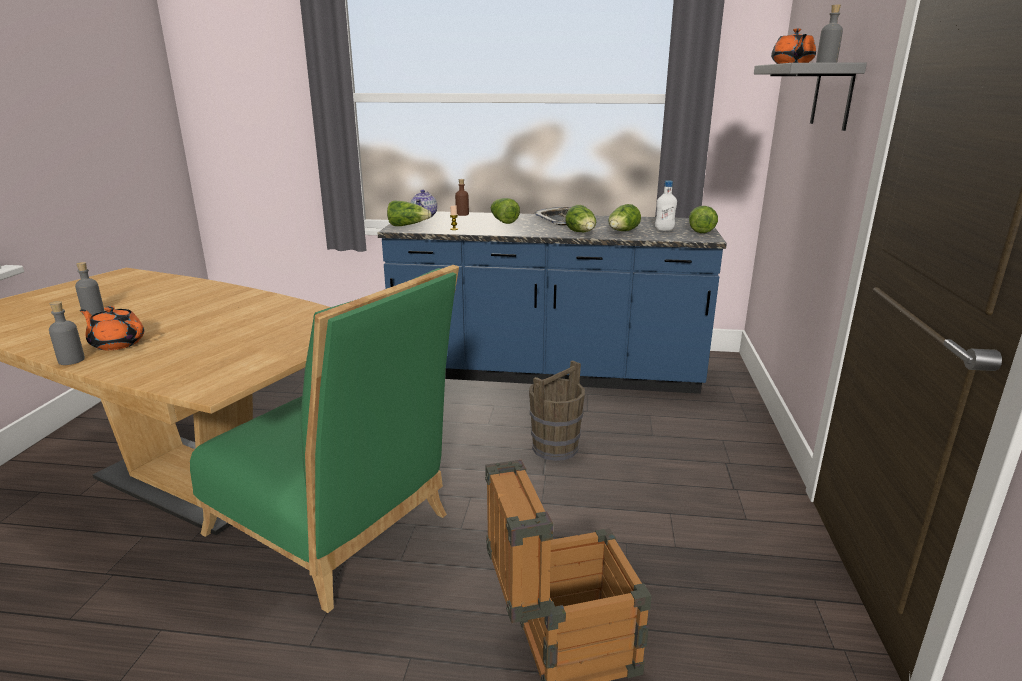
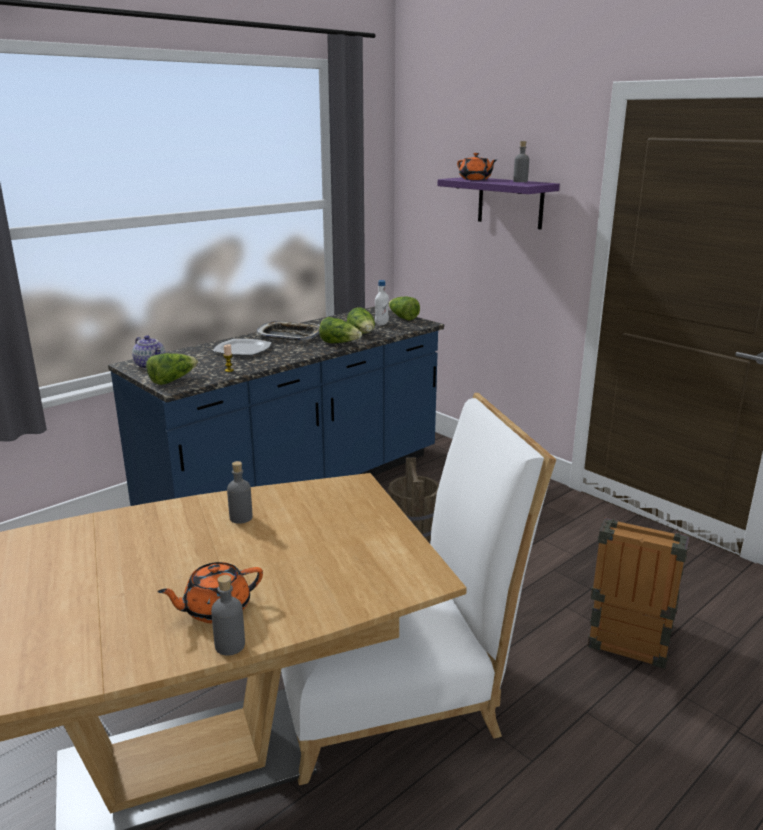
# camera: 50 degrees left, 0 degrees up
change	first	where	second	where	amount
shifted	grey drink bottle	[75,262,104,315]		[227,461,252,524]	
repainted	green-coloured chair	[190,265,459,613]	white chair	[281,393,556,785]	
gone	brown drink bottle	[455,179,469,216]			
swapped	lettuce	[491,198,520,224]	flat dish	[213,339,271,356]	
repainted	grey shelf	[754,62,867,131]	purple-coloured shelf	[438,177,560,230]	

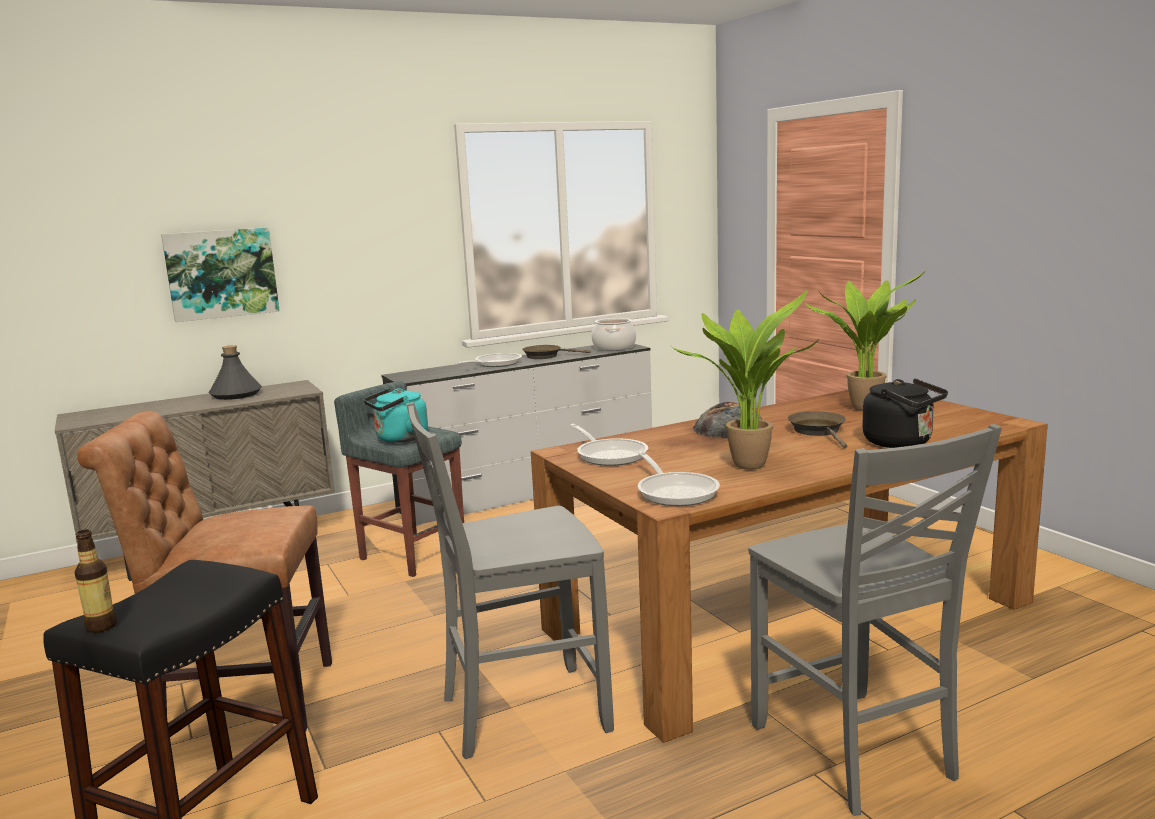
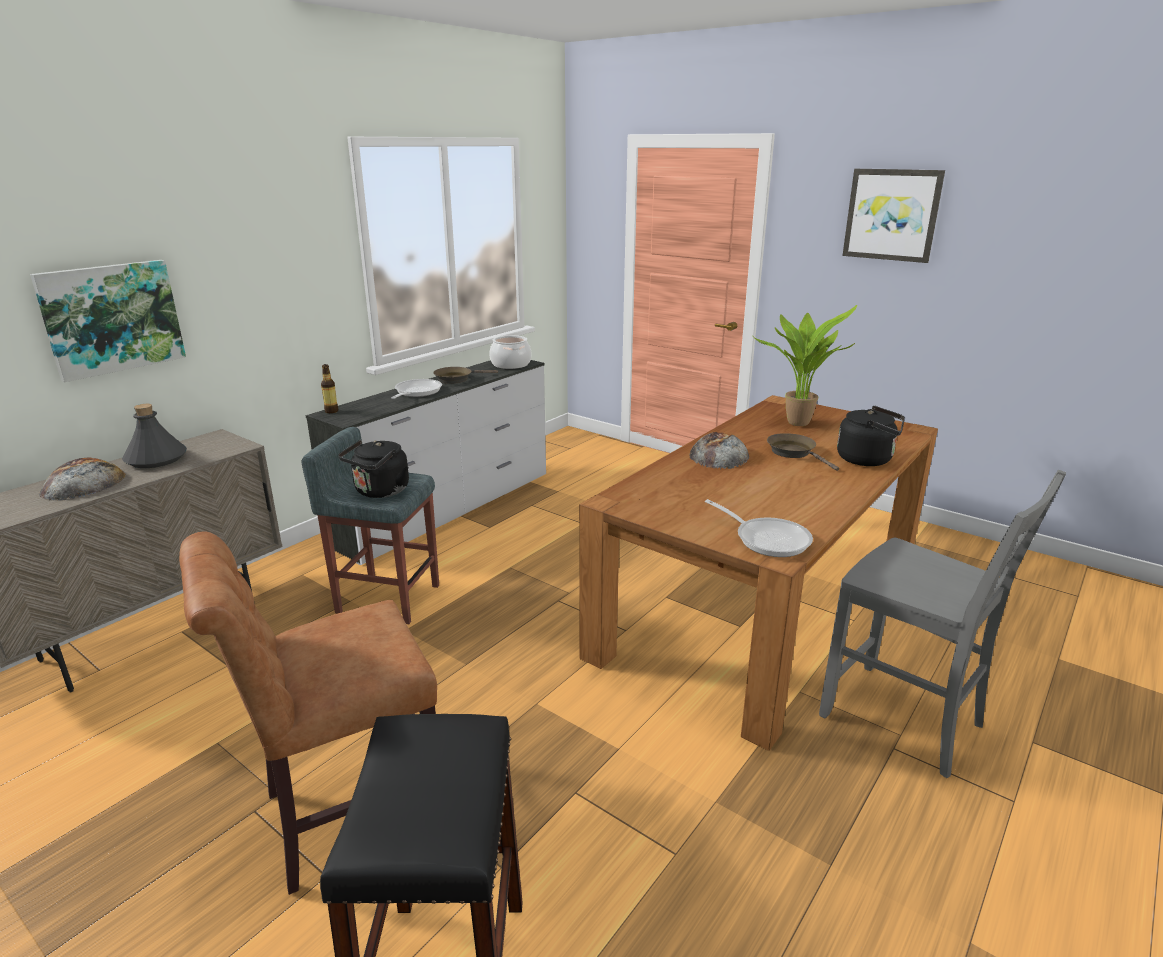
# camera: 25 degrees left, 10 degrees up
change	first	where	second	where	amount
shifted	drink bottle	[75,530,117,633]		[321,364,338,413]	
repainted	turquoise water kettle	[363,388,428,443]	black-coloured water kettle	[338,440,409,498]	
gone	grey chair	[406,402,614,759]			
gone	skillet	[570,424,648,466]			
gone	potted plant	[671,290,819,470]			
new			baked bread	[39,458,126,501]	
new			wall art	[842,169,945,263]	

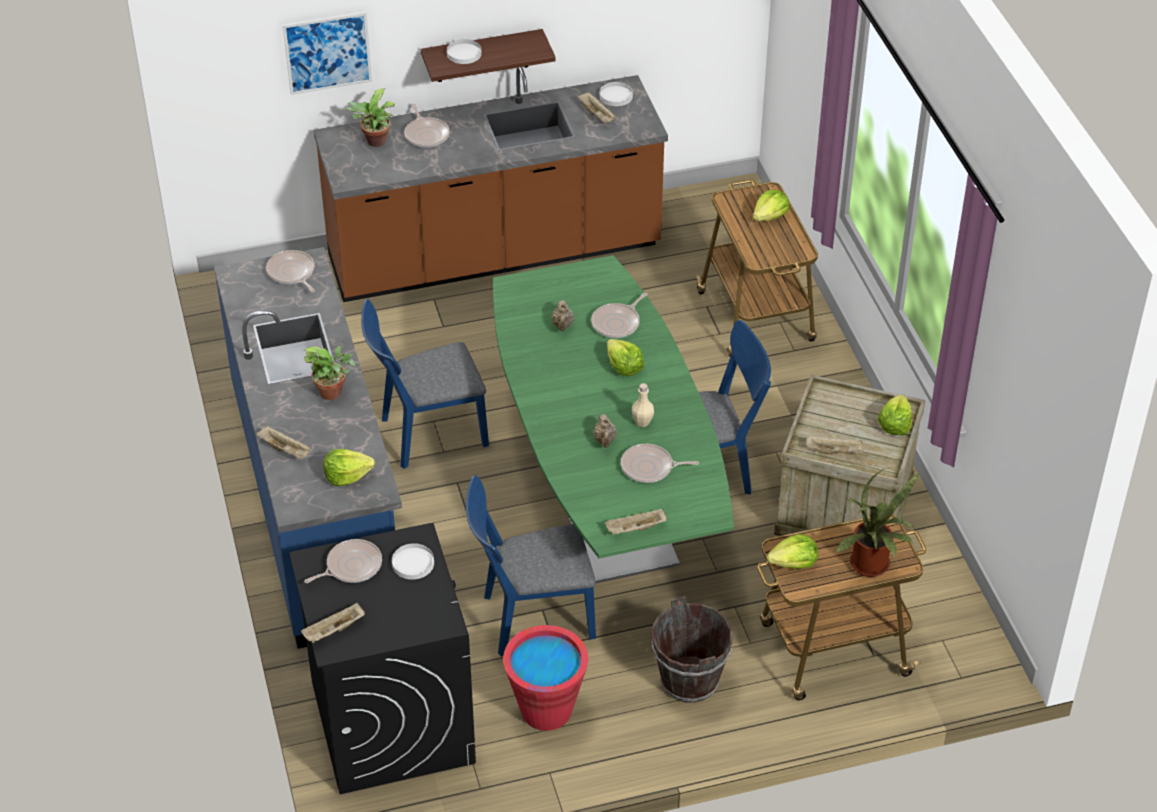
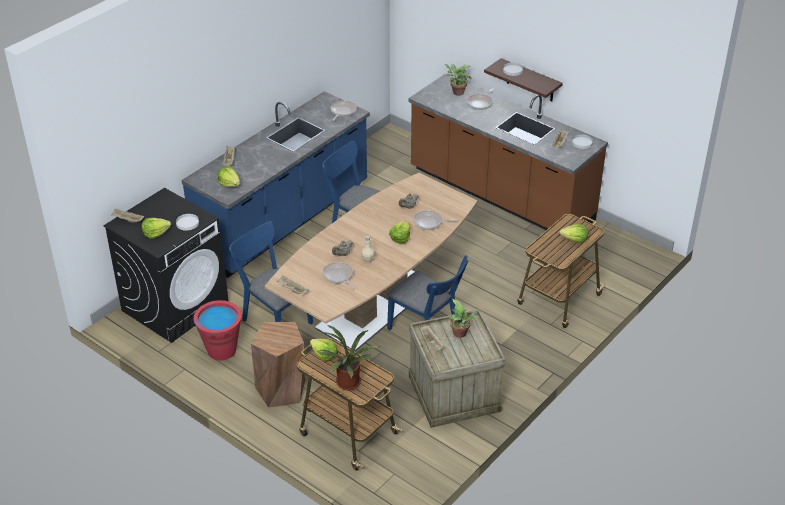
# camera: 55 degrees right, 5 degrees down
change	first	where	second	where	amount
gone	wall art	[283,12,372,95]			
shifted	potted plant	[303,346,355,400]		[449,299,478,338]	
gone	skillet	[304,539,382,583]			
repainted	green-coloured dining table	[493,255,734,583]	brown dining table	[265,173,478,352]	
swapped	brown bucket	[652,596,733,703]	brown stool	[251,322,305,408]	
shifted	lettuce	[878,394,912,435]		[141,218,171,239]	

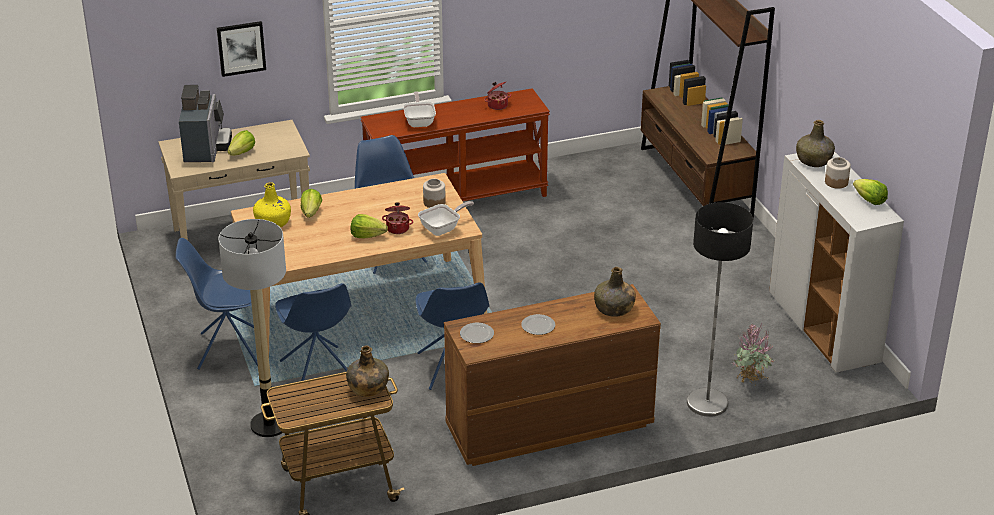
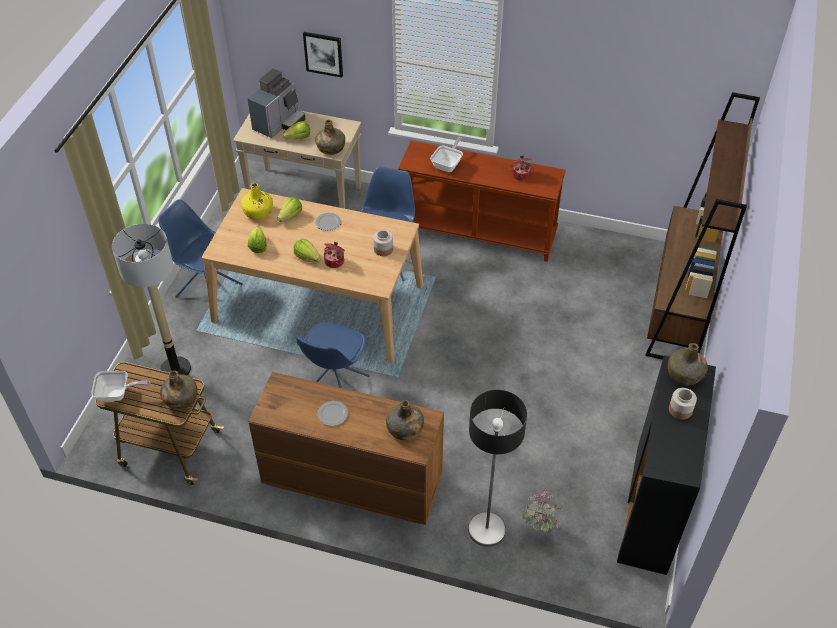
# camera: 35 degrees right, 15 degrees up
change	first	where	second	where	amount
gone	blue-coloured chair	[275,283,351,381]			
shifted	skillet	[418,201,474,236]		[91,371,151,401]	
shifted	flat dish	[460,323,494,343]		[315,213,341,231]	
repainted	white storage cabinet	[769,151,904,373]	black-coloured storage cabinet	[617,355,716,575]	
shifted	lettuce	[853,179,888,205]		[248,226,267,253]	
new			green-coloured drink bottle	[315,120,345,155]	

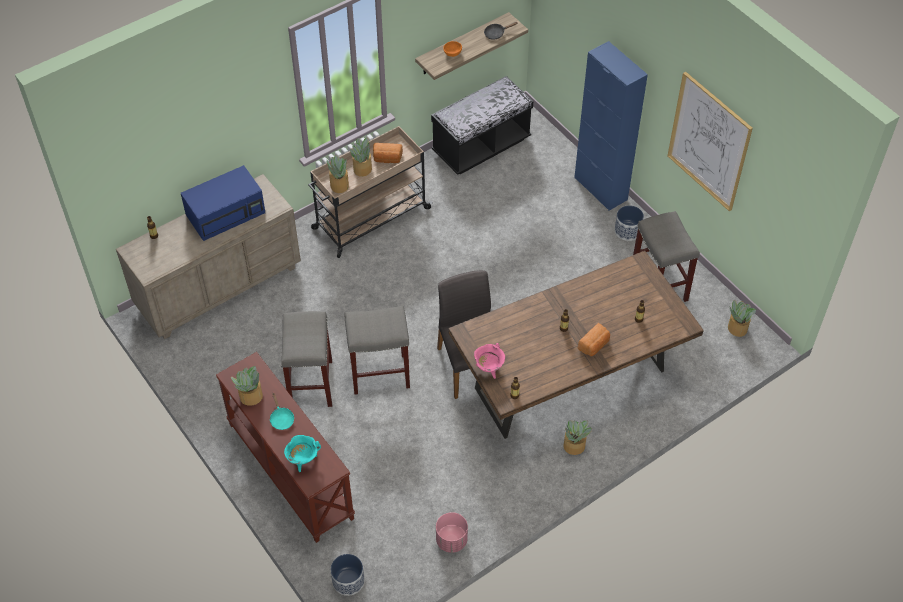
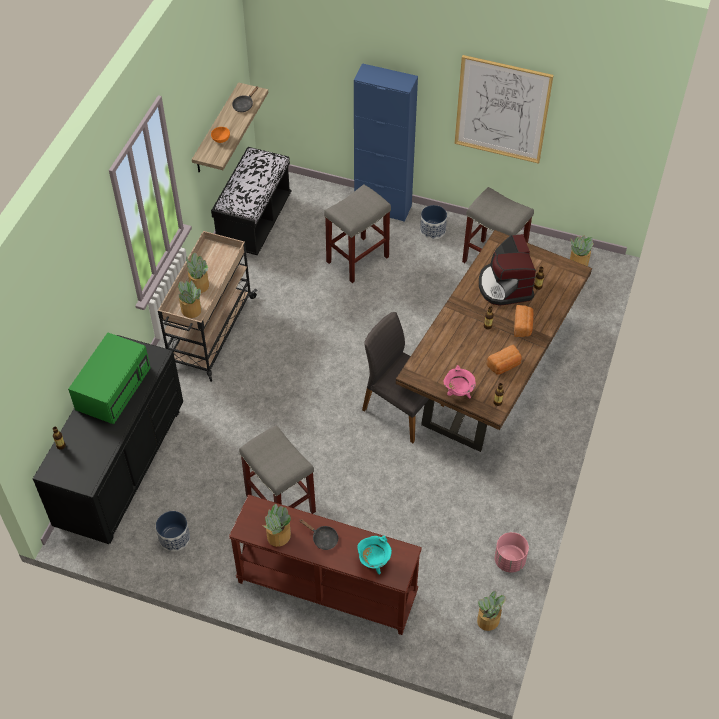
# camera: 35 degrees left, 0 degrees up
change	first	where	second	where	amount
repainted	beige chest of drawers	[116,174,301,339]	black-coloured chest of drawers	[33,335,183,544]	
repainted	blue-coloured microwave	[181,165,265,241]	green-coloured microwave	[68,333,151,424]	
repainted	turquoise skillet	[270,393,294,430]	black-coloured skillet	[300,519,339,550]	
shifted	flower pot	[330,554,364,596]		[156,511,190,552]	
shifted	grey stool	[345,306,410,395]		[324,184,391,283]	
shifted	baked bread	[373,143,403,163]		[487,344,522,375]	
shifted	potted plant	[563,420,592,455]		[477,590,506,631]	
new			coffee brewer	[479,234,536,306]	

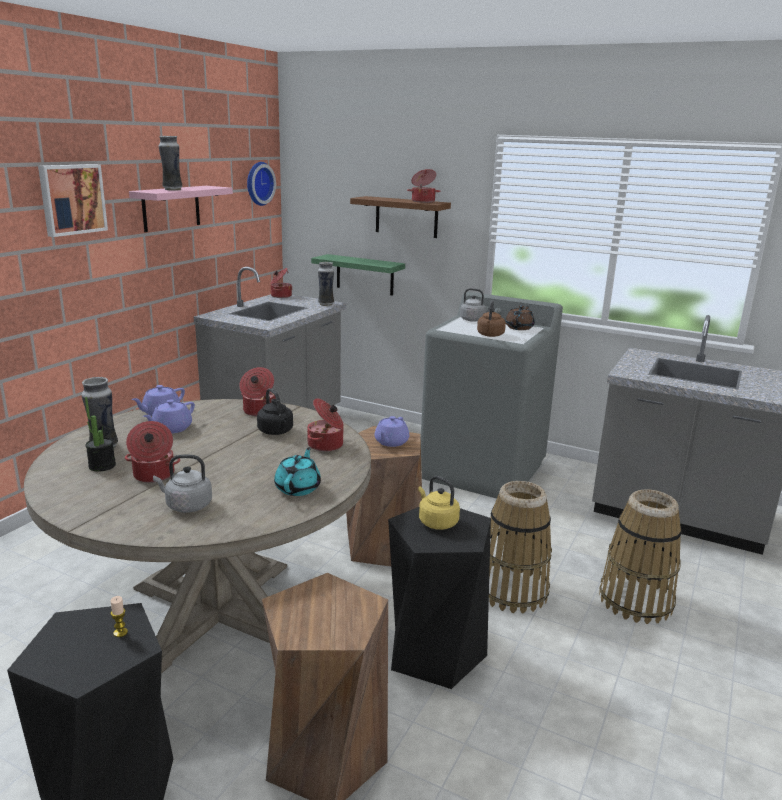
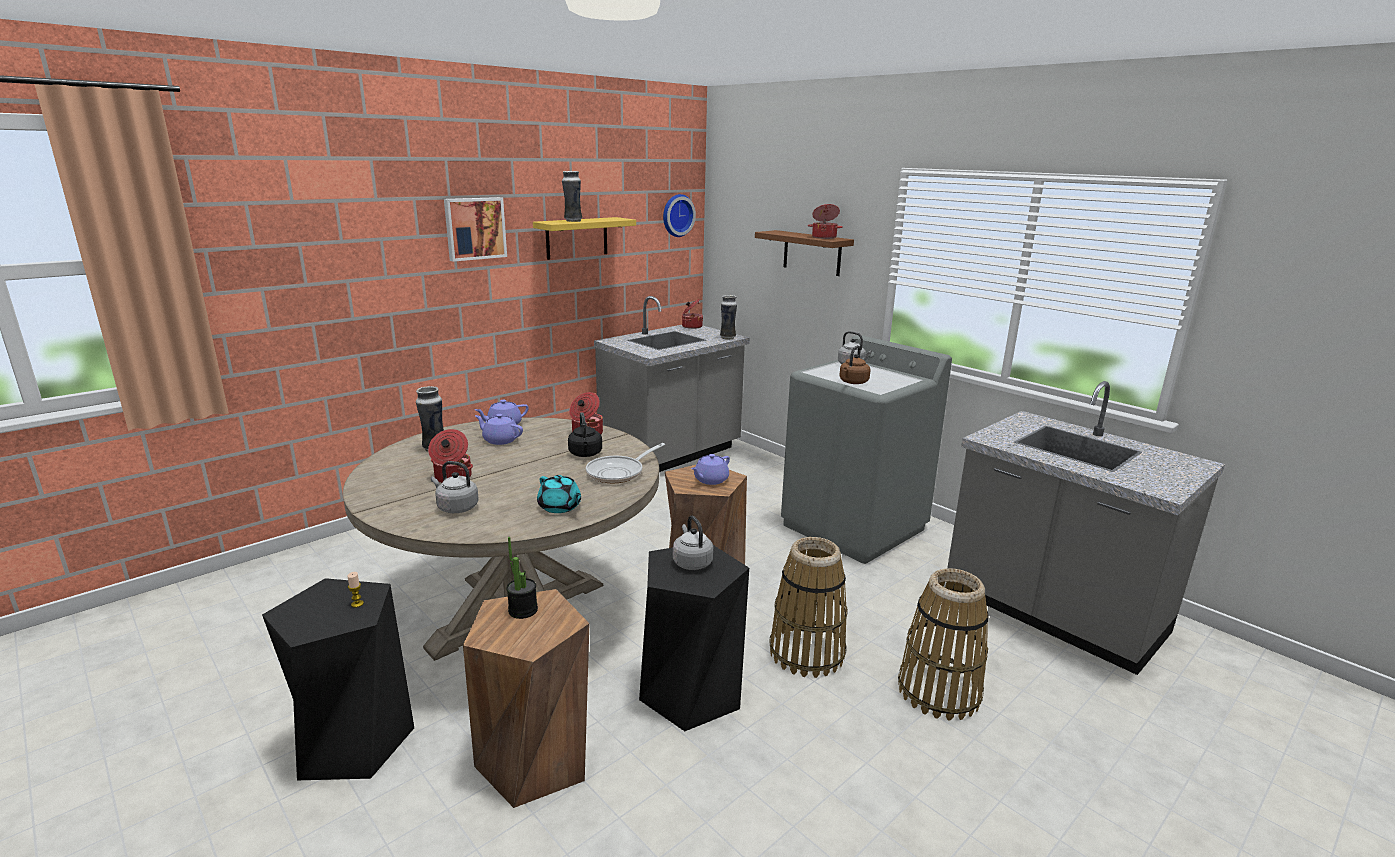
# camera: 20 degrees right, 0 degrees up
change	first	where	second	where	amount
shifted	potted plant	[85,397,116,472]		[506,537,538,619]	
repainted	pink shelf	[129,186,233,232]	yellow-coloured shelf	[533,217,636,260]	
rotated	purple-coloured pot for tea	[143,399,195,433]		[475,414,523,445]	60 degrees clockwise
rotated	turquoise pot for tea	[274,447,321,496]		[537,475,581,513]	105 degrees clockwise
swapped	stockpot	[307,398,343,452]	skillet	[586,443,665,483]	
gone	green-coloured shelf	[311,254,405,295]			
repainted	yellow-coloured water kettle	[418,476,460,530]	grey water kettle	[673,516,713,570]	
gone	brown pot for tea	[505,306,535,330]			

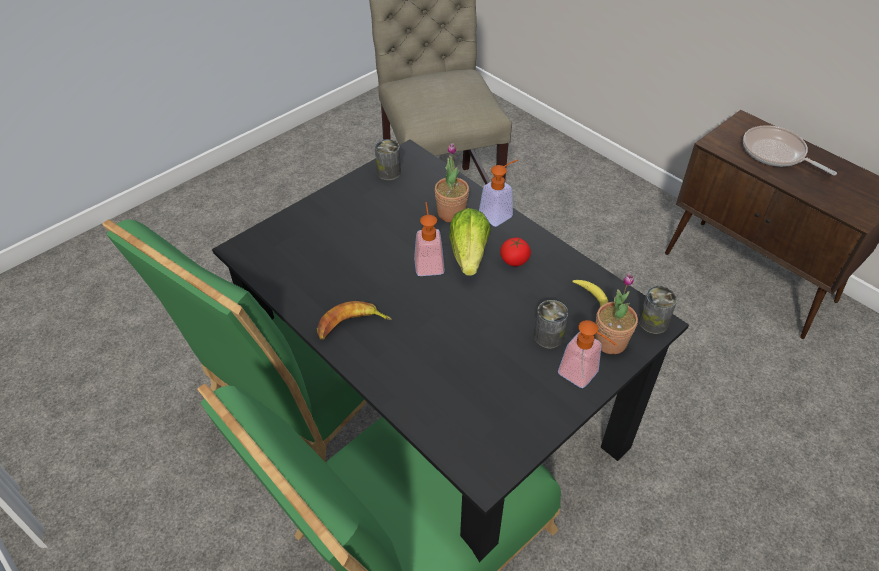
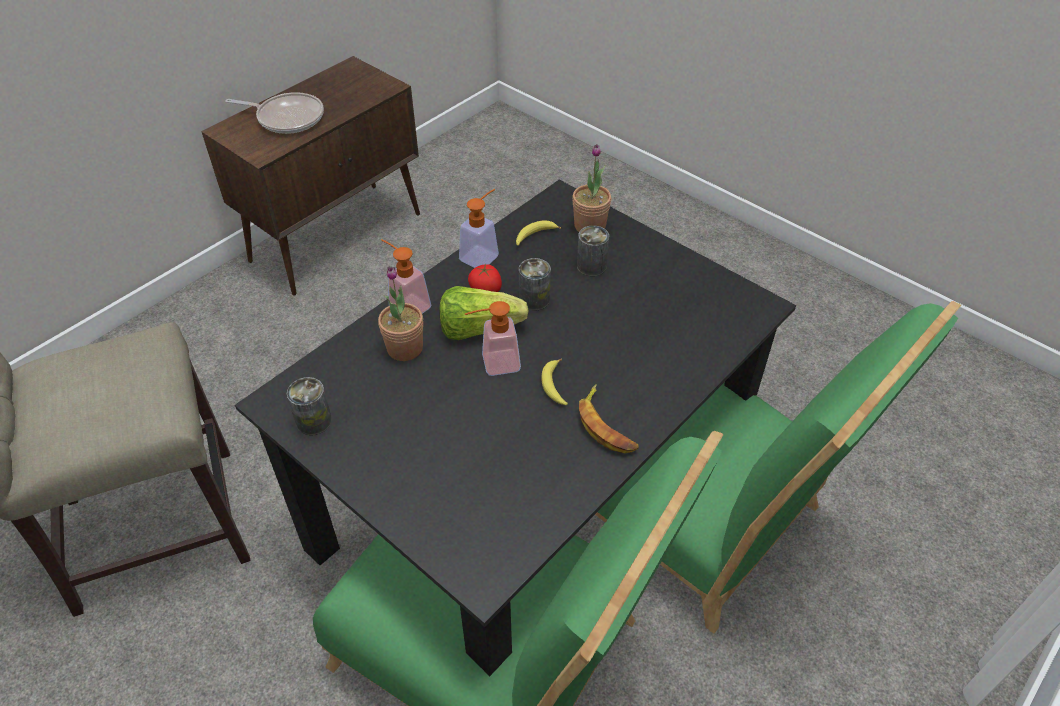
# camera: 95 degrees left, 0 degrees up
change	first	where	second	where	amount
shifted	soap dispenser	[558,320,617,388]		[459,189,499,268]	
shifted	sealed can	[639,286,677,334]		[519,258,551,311]	
rotated	skillet	[743,125,837,175]		[225,92,324,134]	120 degrees counterclockwise
new			banana	[541,359,568,405]	

